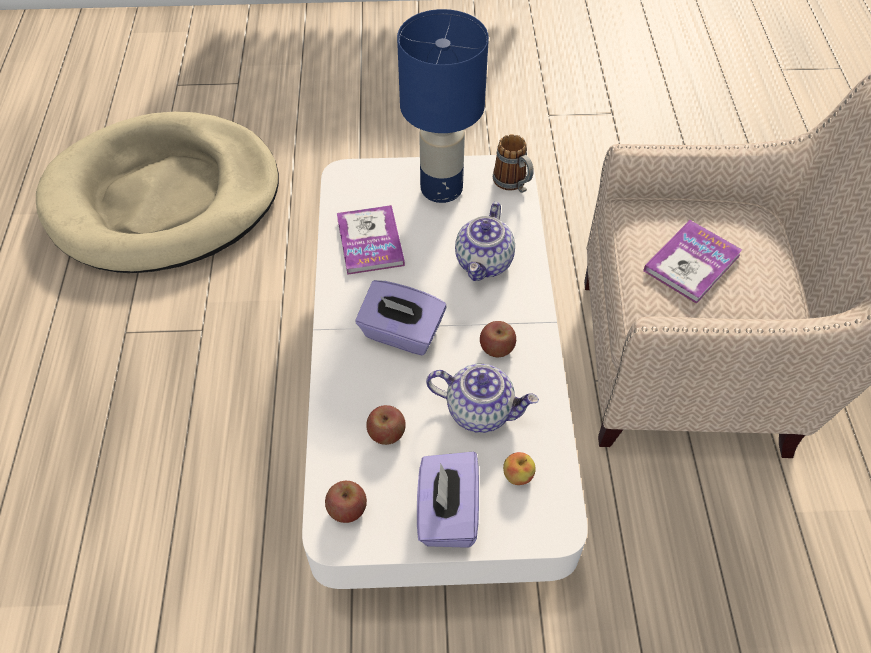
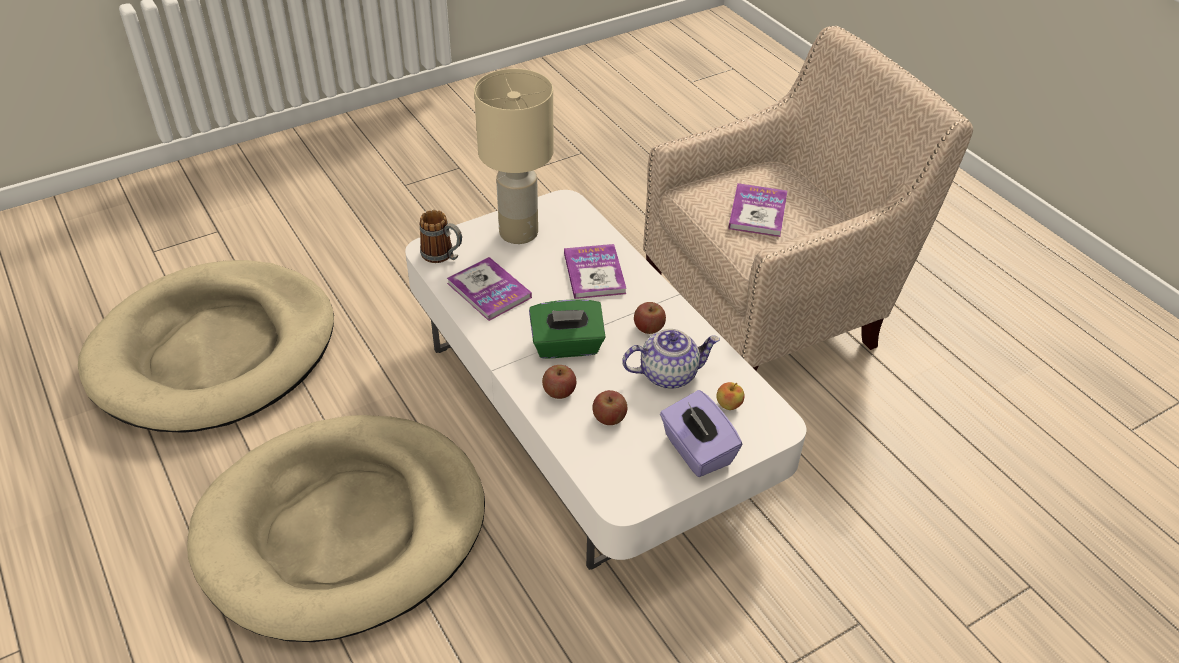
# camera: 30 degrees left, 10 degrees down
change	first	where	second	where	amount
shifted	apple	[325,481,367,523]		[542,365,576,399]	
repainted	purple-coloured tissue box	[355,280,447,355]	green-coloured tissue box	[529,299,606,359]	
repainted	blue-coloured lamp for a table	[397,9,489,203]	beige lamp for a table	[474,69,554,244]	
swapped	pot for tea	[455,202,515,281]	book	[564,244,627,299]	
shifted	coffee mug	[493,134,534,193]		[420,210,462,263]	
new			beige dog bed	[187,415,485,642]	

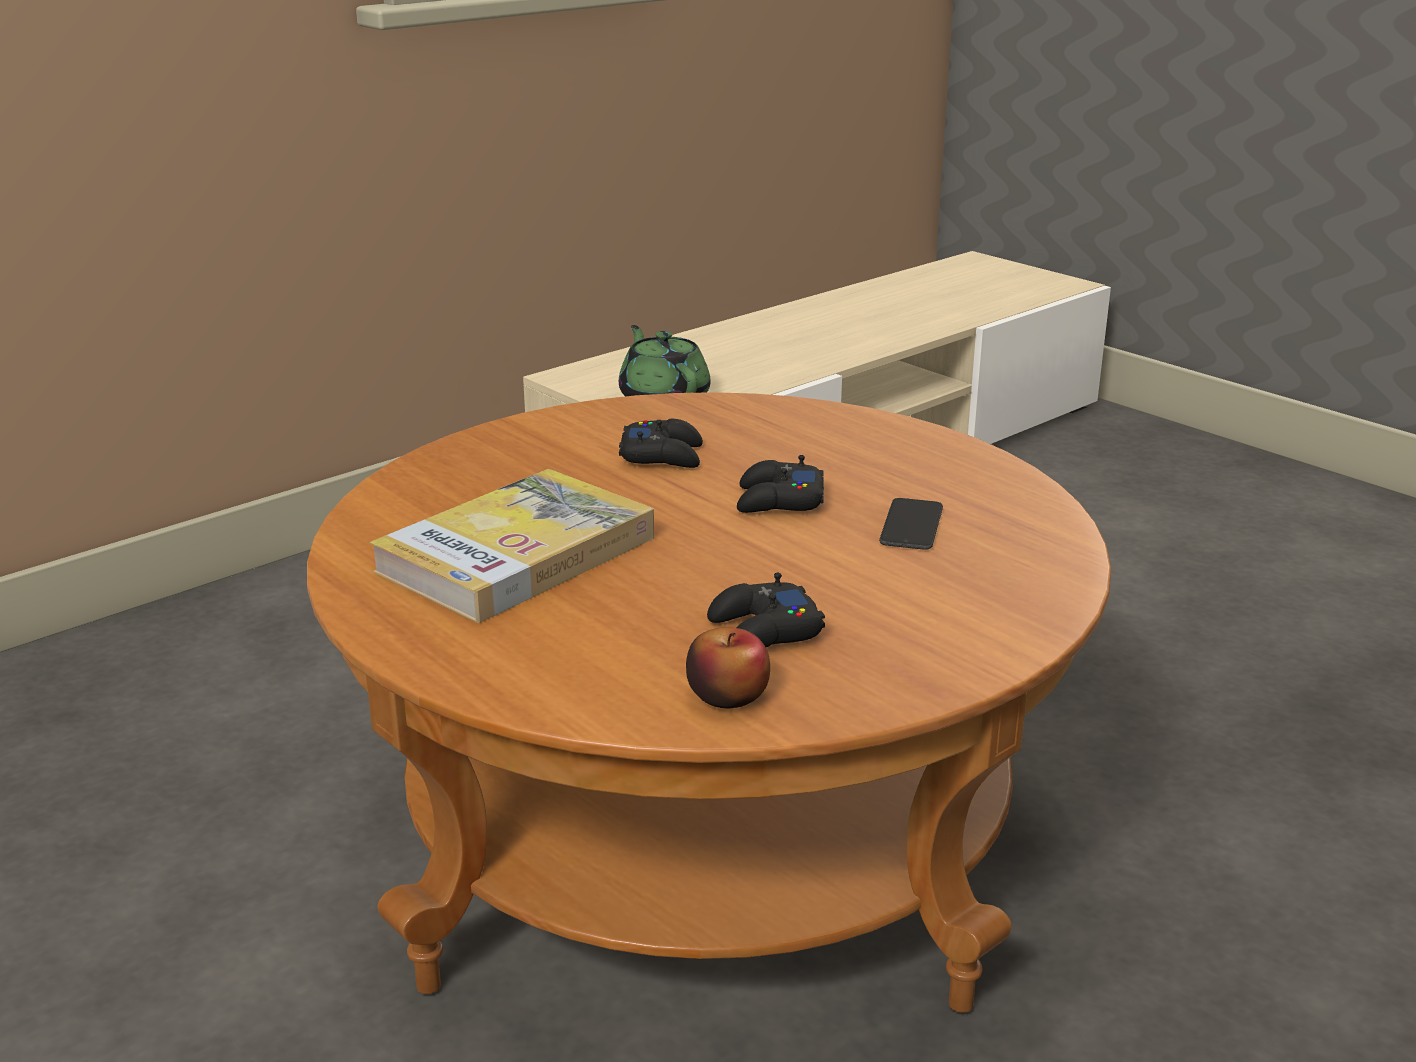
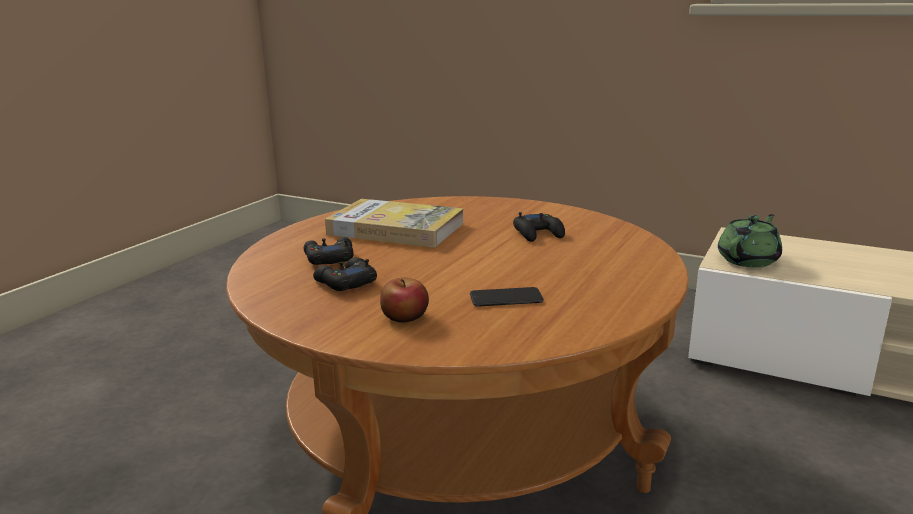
# camera: 70 degrees right, 5 degrees down
change	first	where	second	where	amount
shifted	apple	[686,627,770,708]		[380,278,429,323]	
shifted	black-coloured gamepad	[737,455,824,513]		[304,237,354,265]	

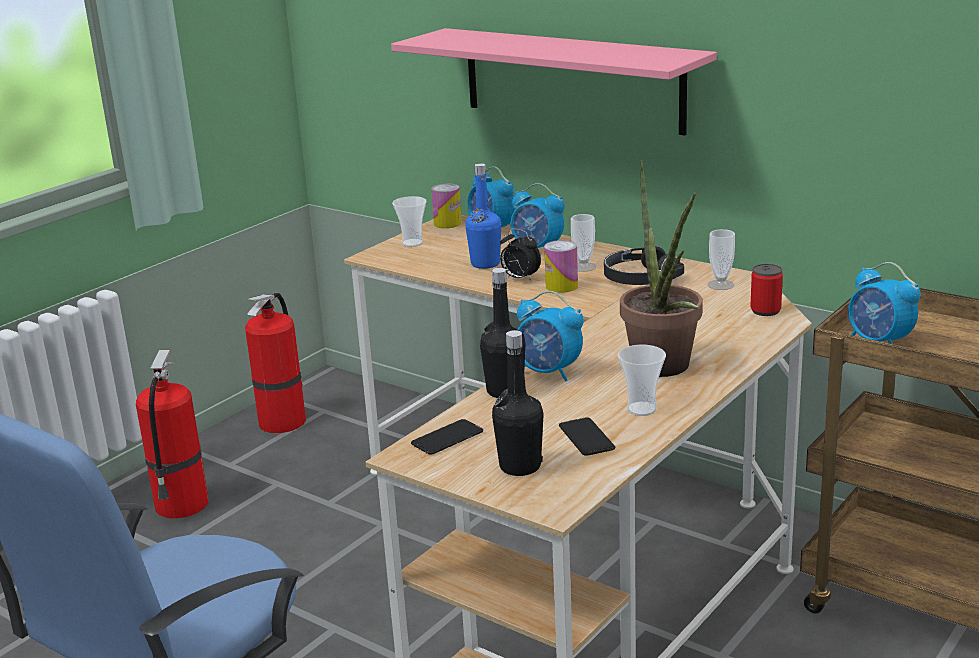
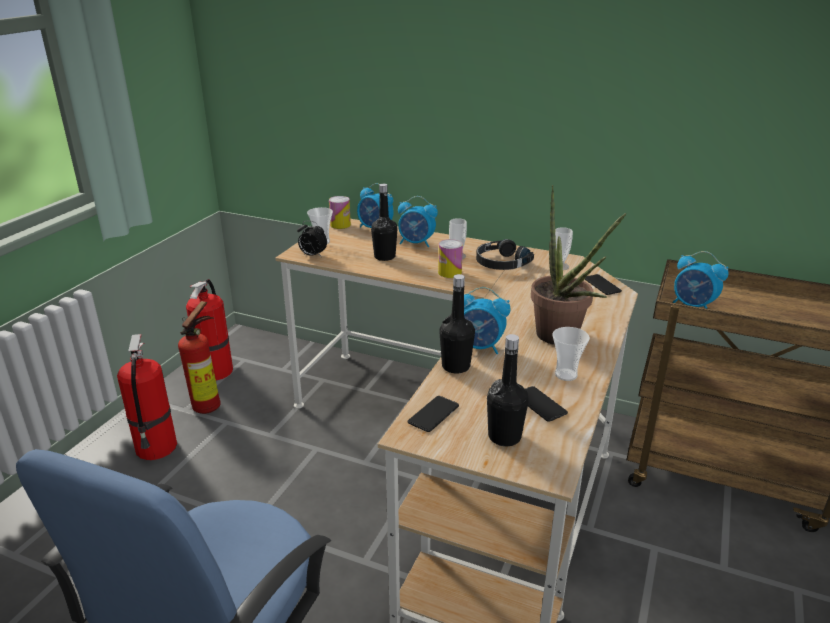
# camera: 15 degrees left, 5 degrees up
change	first	where	second	where	amount
gone	pink shelf	[391,28,717,135]			
repainted	blue-coloured drink bottle	[465,163,501,269]	black-coloured drink bottle	[371,184,398,261]	
shifted	bedside clock	[500,228,541,280]		[297,221,327,257]	
swapped	sealed can	[750,264,783,316]	telephone	[585,274,622,295]	
new			fire-fighting cylinder	[178,301,221,414]	

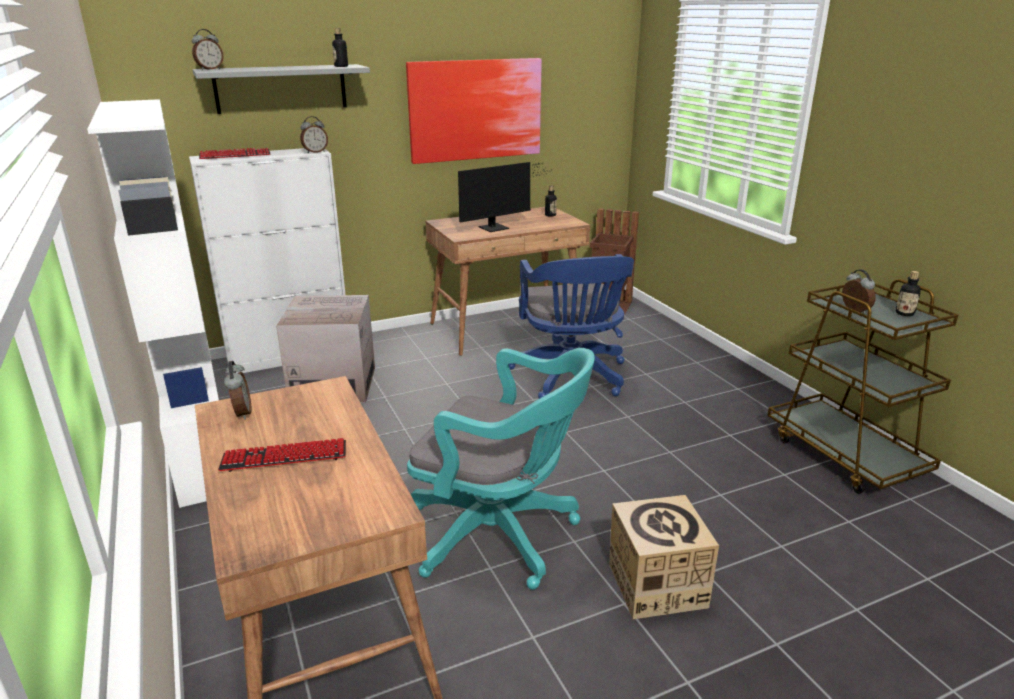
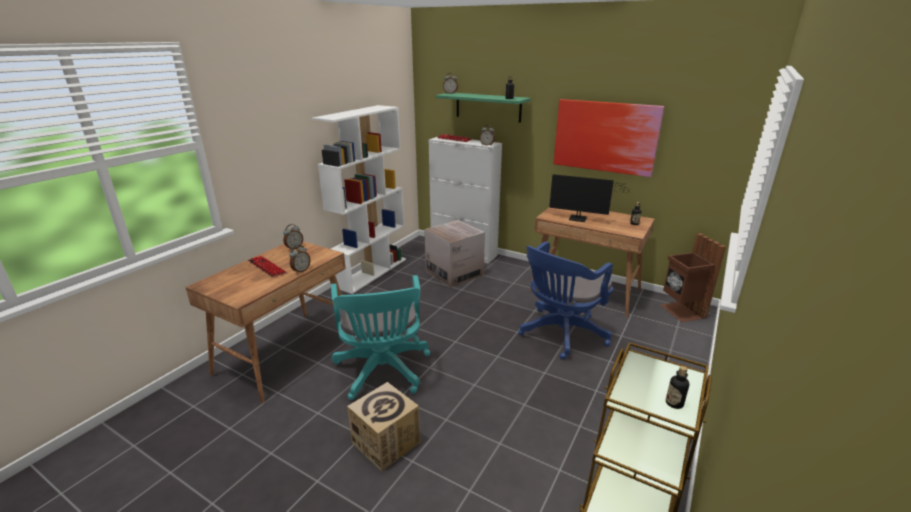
# camera: 55 degrees right, 0 degrees up
change	first	where	second	where	amount
repainted	grey shelf	[193,64,370,114]	green-coloured shelf	[436,93,531,123]	
shifted	bedside clock	[842,269,876,314]		[289,245,310,274]	

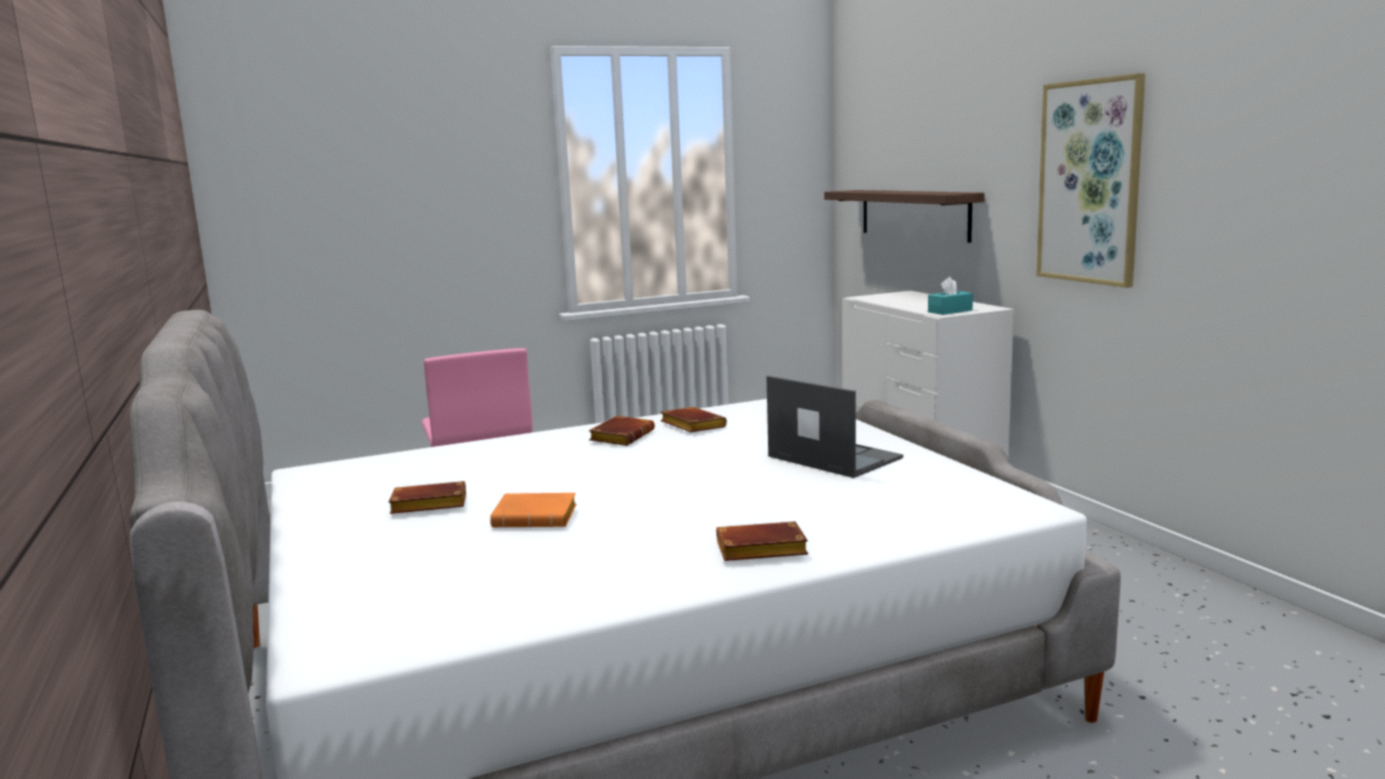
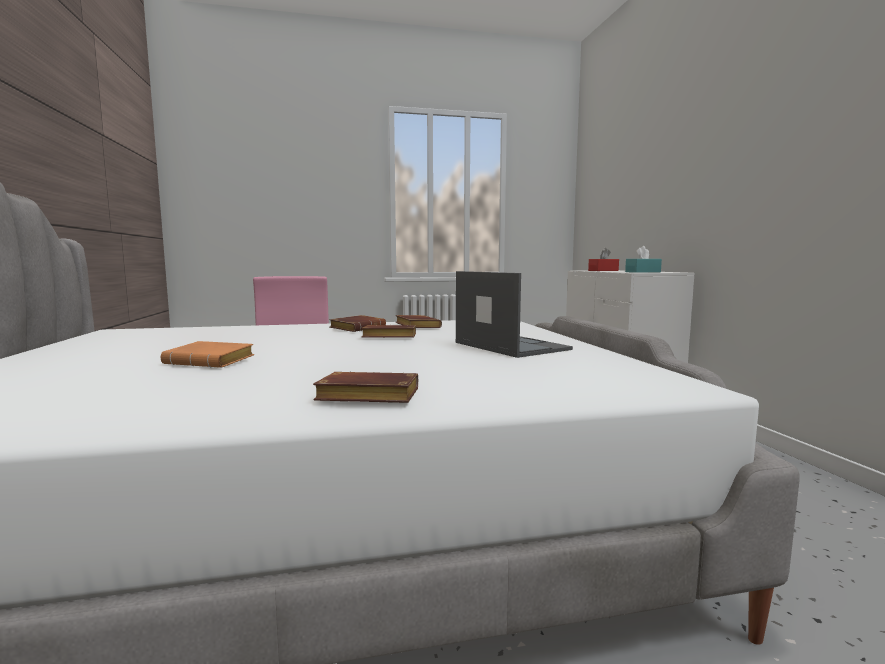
# camera: 10 degrees right, 5 degrees down
change	first	where	second	where	amount
shifted	brown book	[389,481,466,514]		[361,325,416,338]	
gone	shelf	[824,190,985,243]			
gone	wall art	[1036,73,1145,288]			
new			red tissue box	[588,248,619,271]	

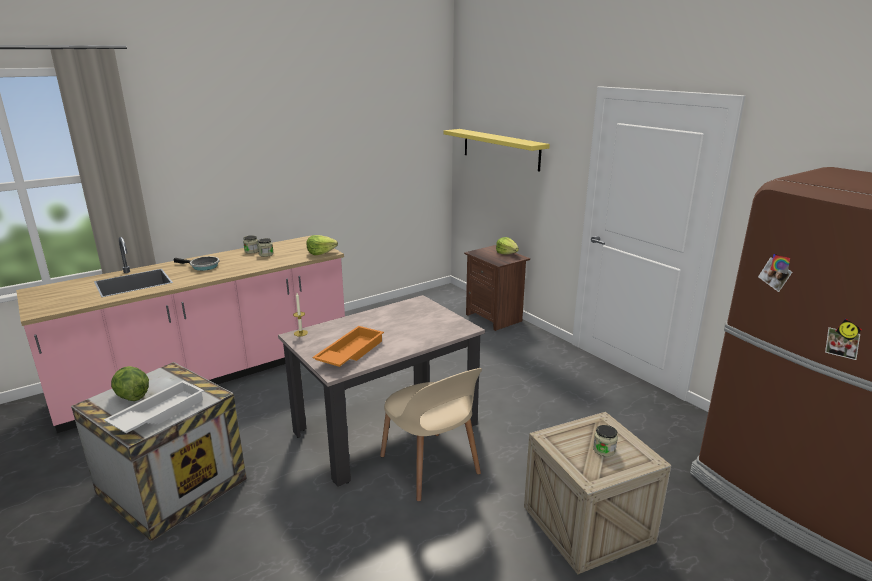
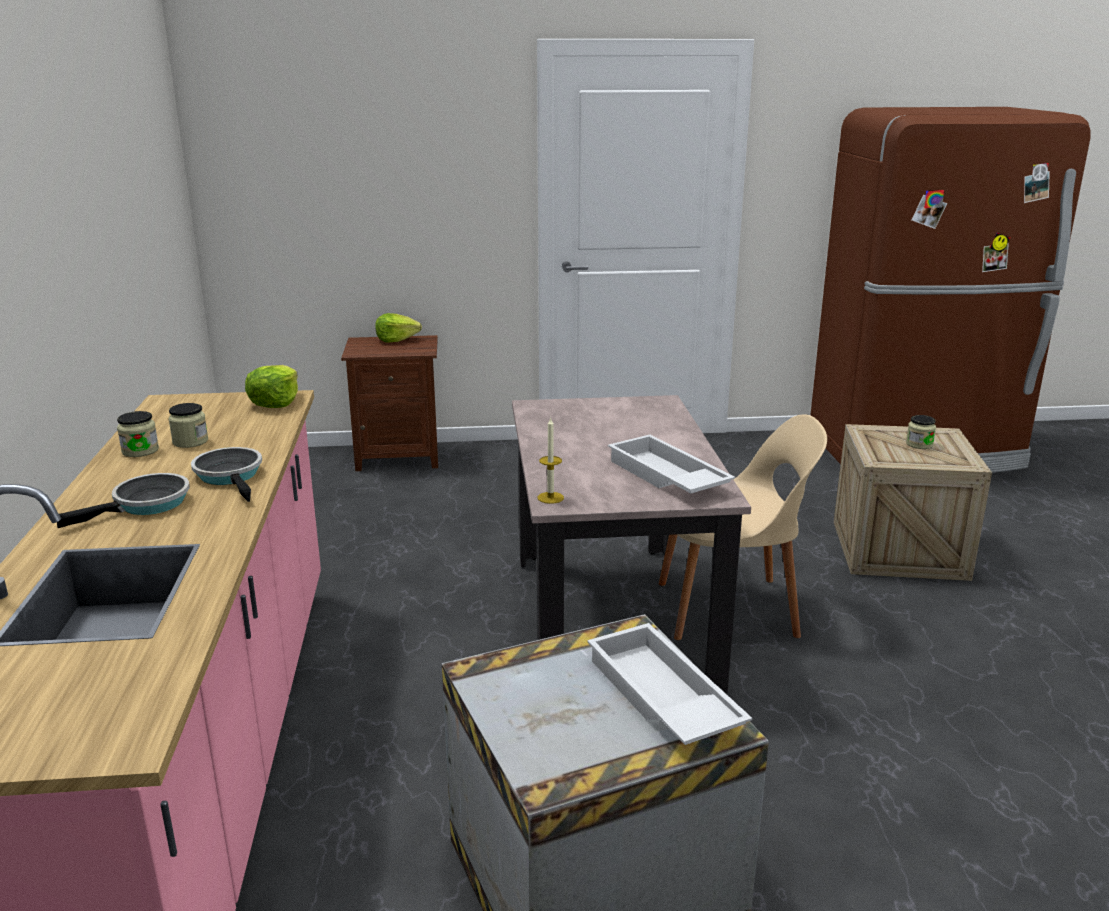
# camera: 60 degrees left, 0 degrees up
change	first	where	second	where	amount
gone	lettuce	[111,366,149,401]			
repainted	orange-coloured carrying tray	[312,326,384,367]	white carrying tray	[608,435,735,493]	
gone	yellow-coloured shelf	[444,129,550,172]			
new			skillet	[191,447,262,502]	

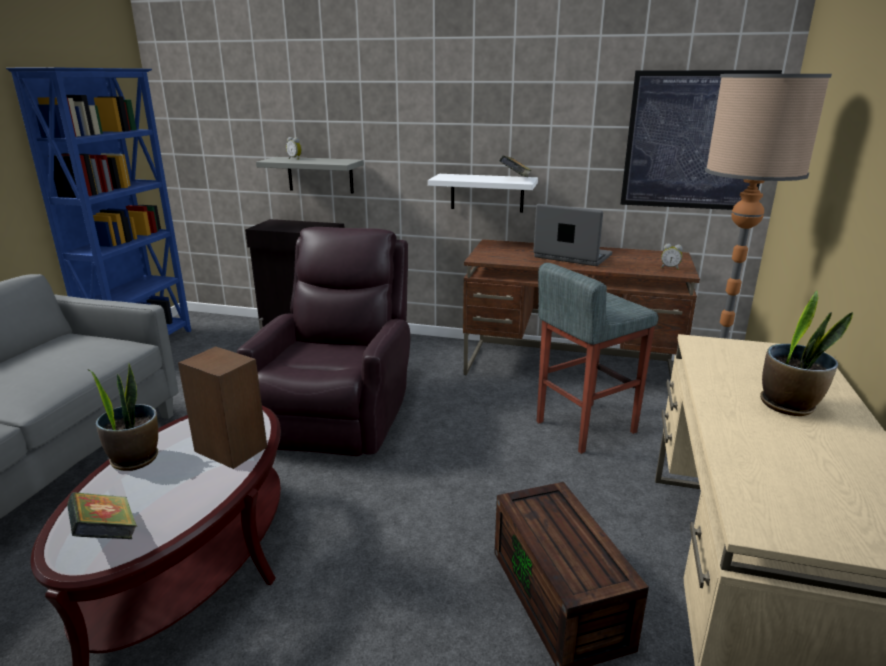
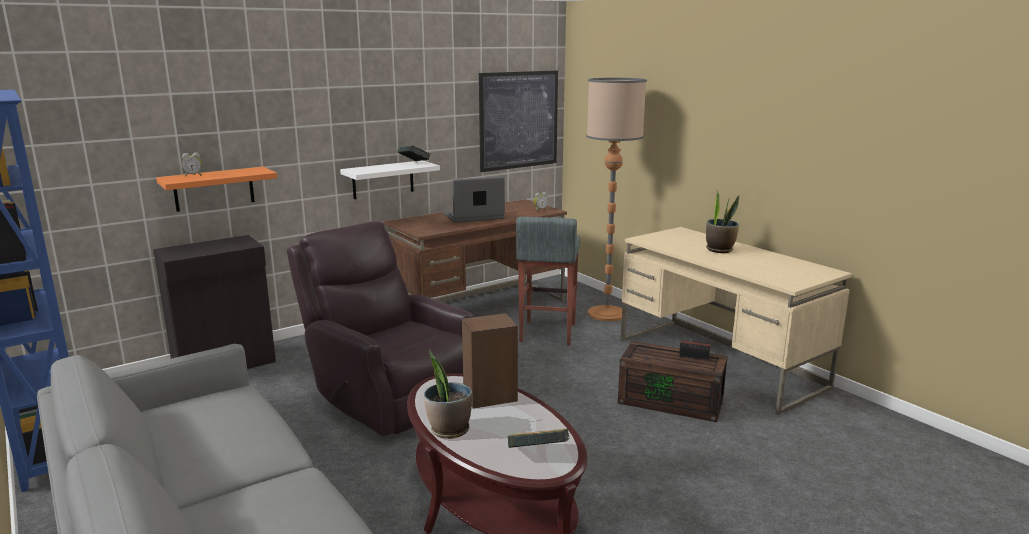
# camera: 50 degrees left, 5 degrees down
change	first	where	second	where	amount
repainted	grey shelf	[256,157,364,193]	orange-coloured shelf	[156,167,277,212]	
new			radio set	[679,335,713,360]	

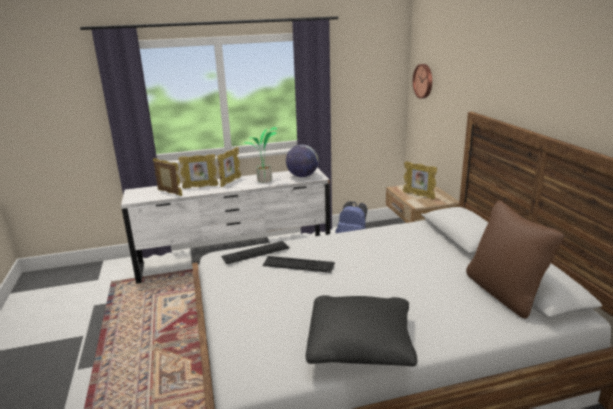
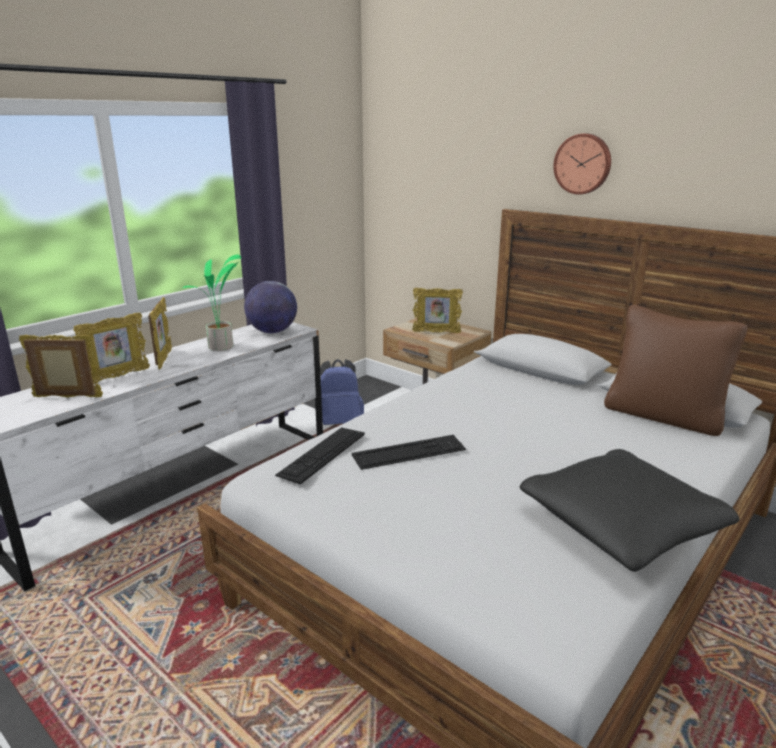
# camera: 35 degrees left, 0 degrees up
change	first	where	second	where	amount
shifted	wall clock	[413,64,432,99]		[553,134,611,195]	

